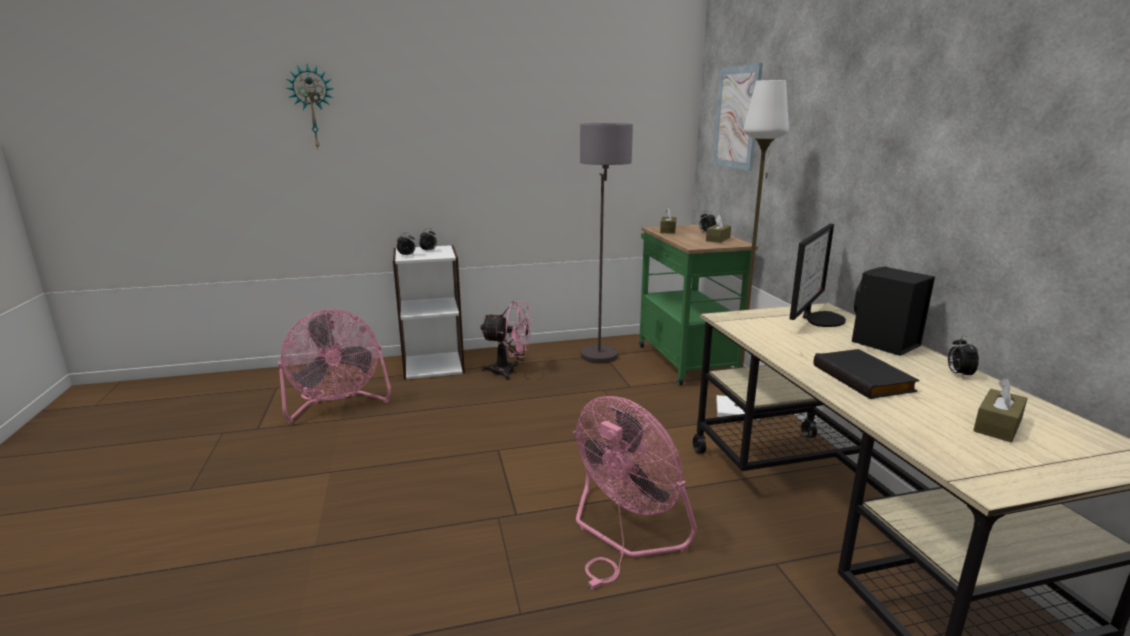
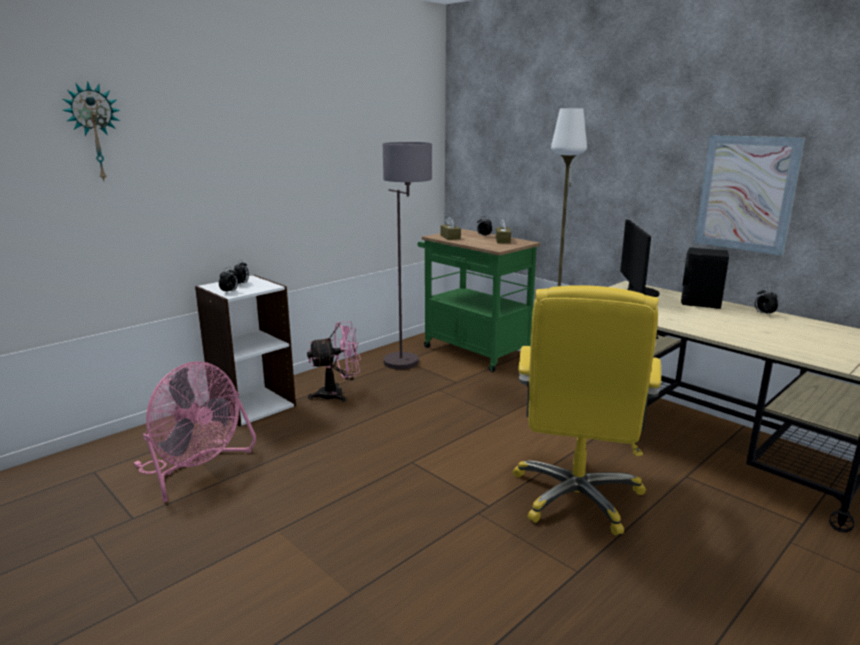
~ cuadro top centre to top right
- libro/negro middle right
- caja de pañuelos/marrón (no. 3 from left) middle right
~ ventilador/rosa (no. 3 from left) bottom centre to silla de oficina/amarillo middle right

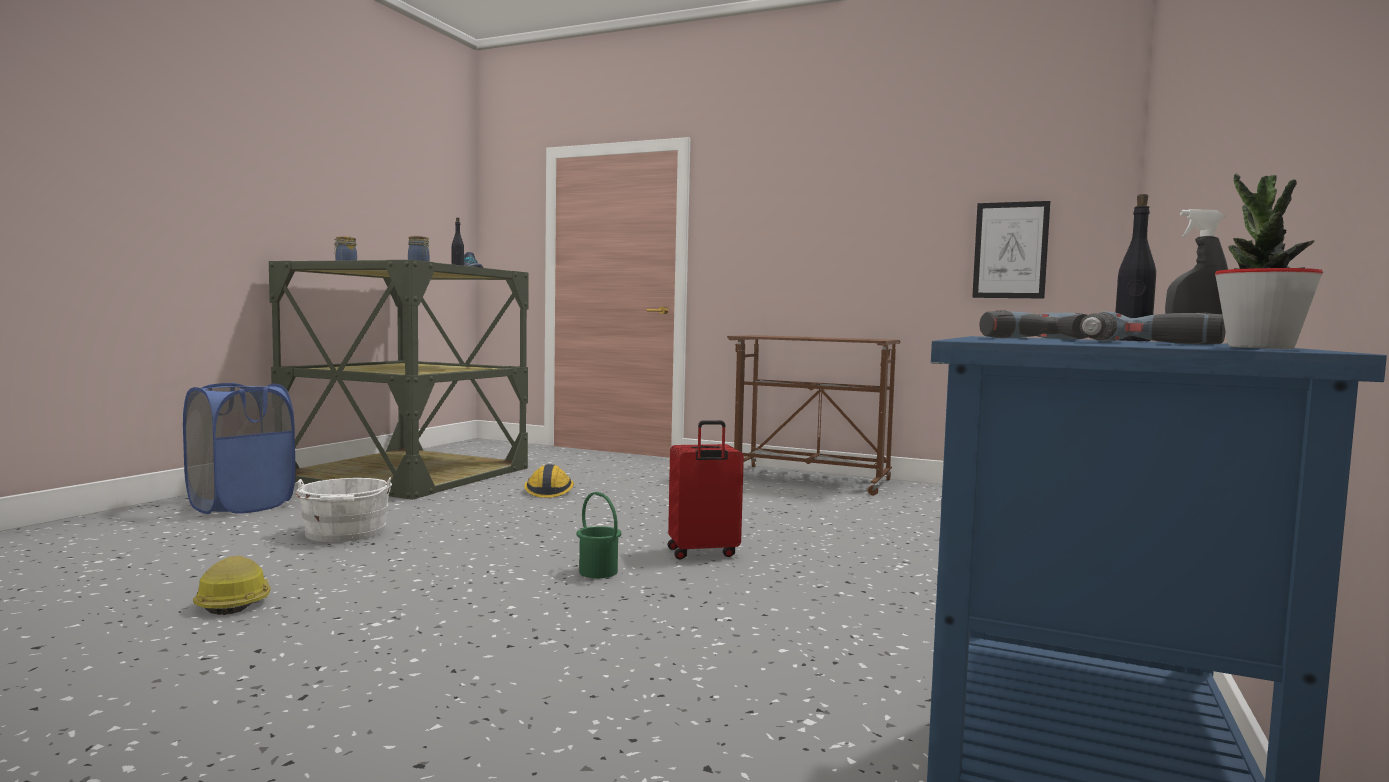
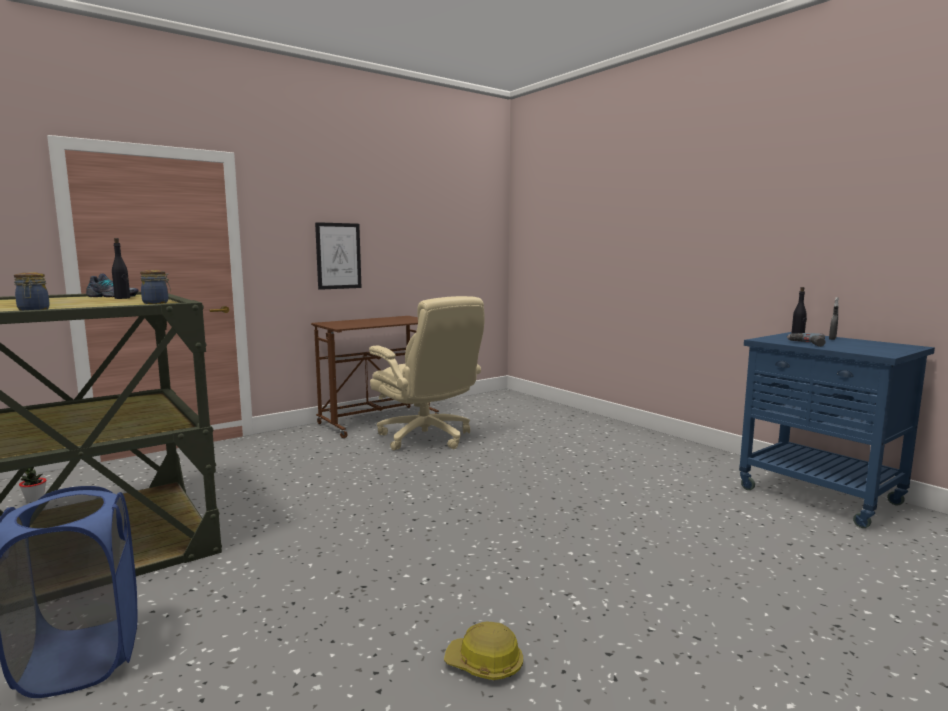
~ planta en maceta middle right to bottom left
~ cuadro top right to centre
- taladro (no. 2 from left) middle right
- maleta/rojo centre
- casco (no. 2 from left) centre
- cubo/blanco middle left
- cubo/verde bottom centre
+ silla de oficina/beis centre

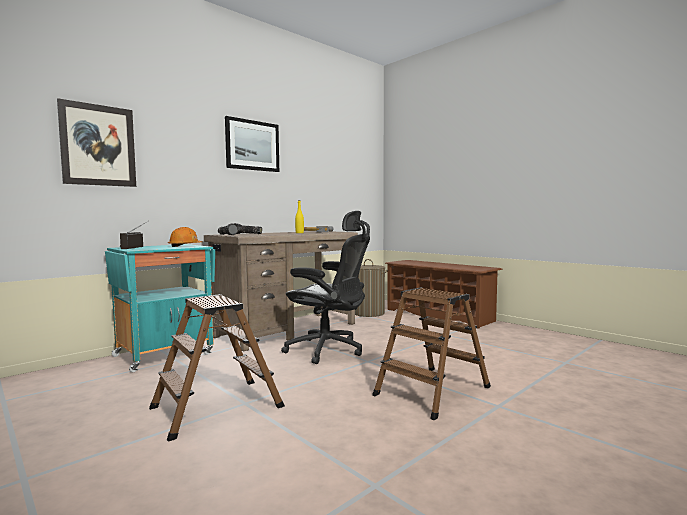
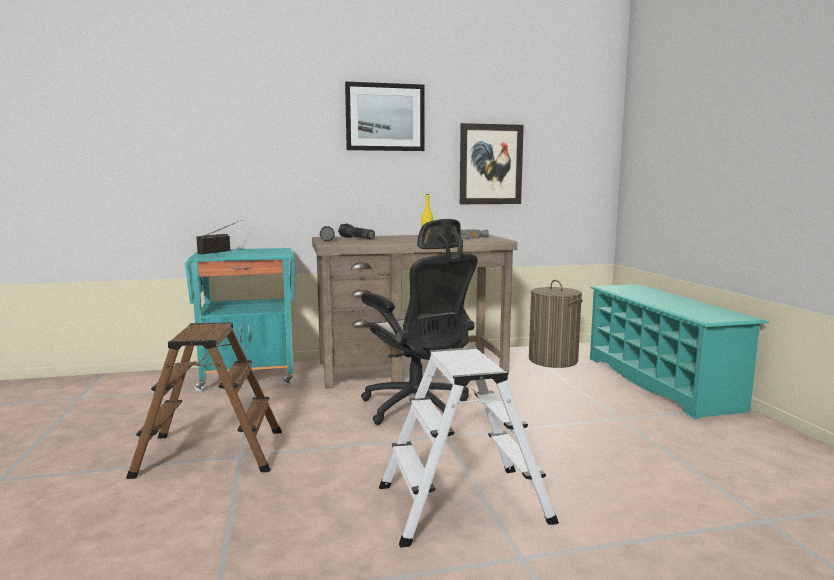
~ cuadro (no. 1 from left in the first image) top left to cuadro (no. 2 from left) top centre
- casco/naranja middle left
~ zapatero/marrón centre to zapatero/turquesa middle right
~ escalera de tijera/marrón (no. 2 from left) bottom centre to escalera de tijera/blanco bottom centre

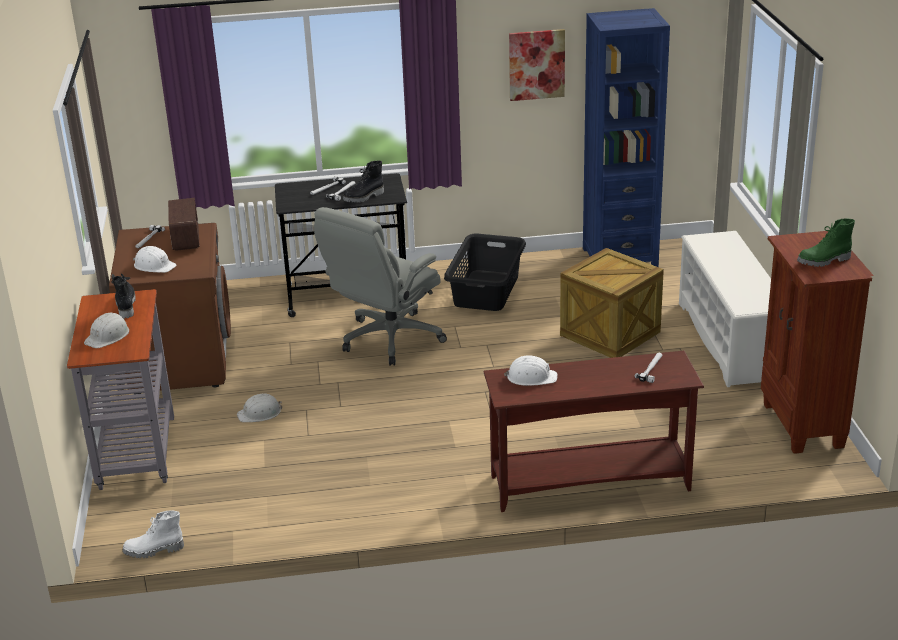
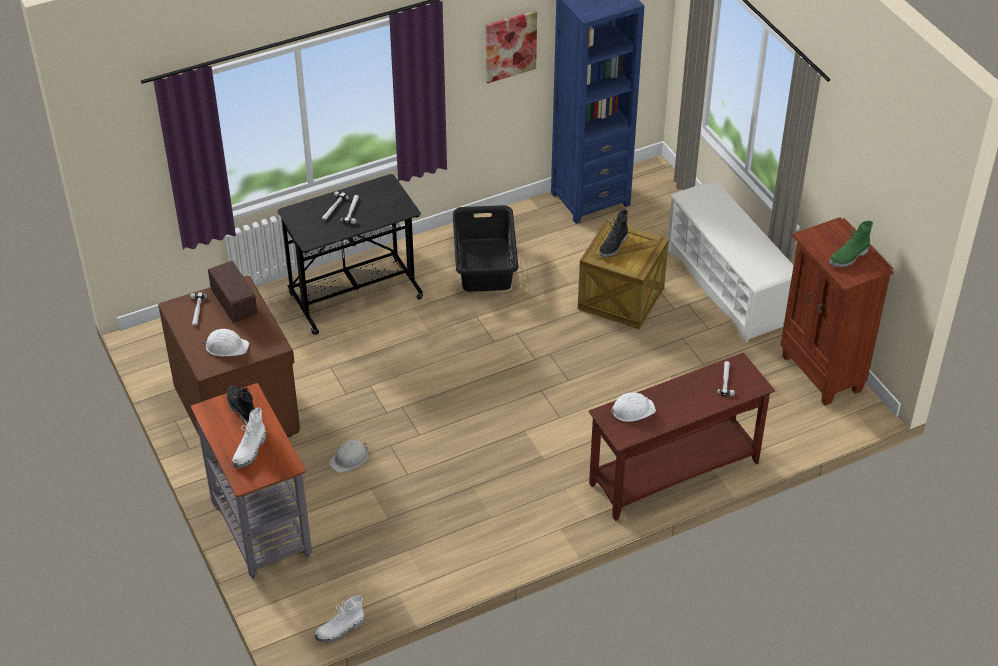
~ bota/negro (no. 2 from left) top centre to centre
- silla de oficina/gris centre
~ casco/blanco (no. 1 from left) middle left to bota/blanco (no. 1 from left) middle left

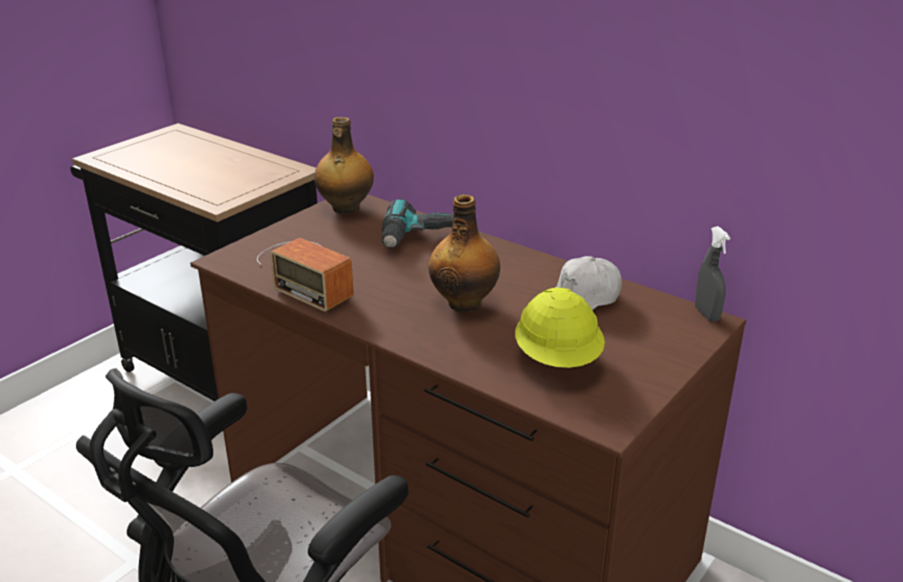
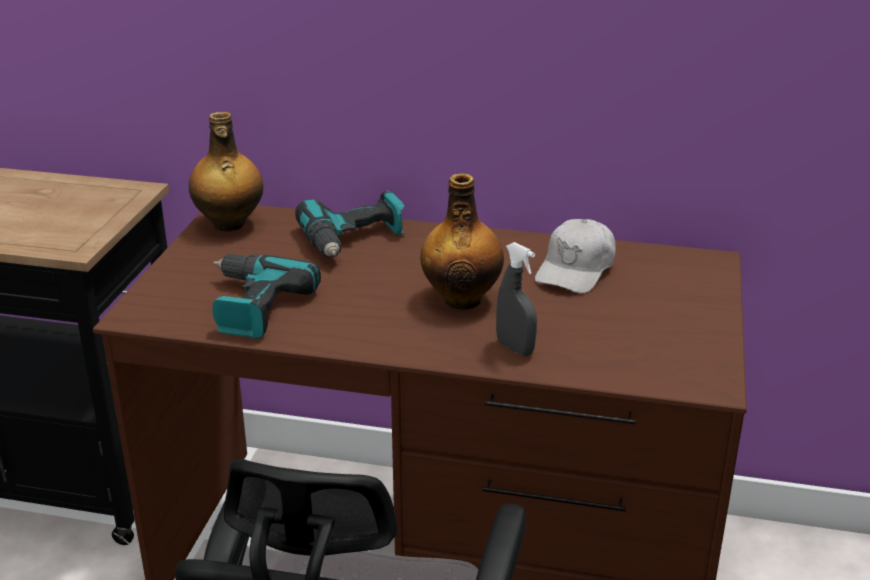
~ pulverizador/gris middle right to centre
~ radio centre to taladro (no. 1 from left) middle left
- casco/amarillo centre

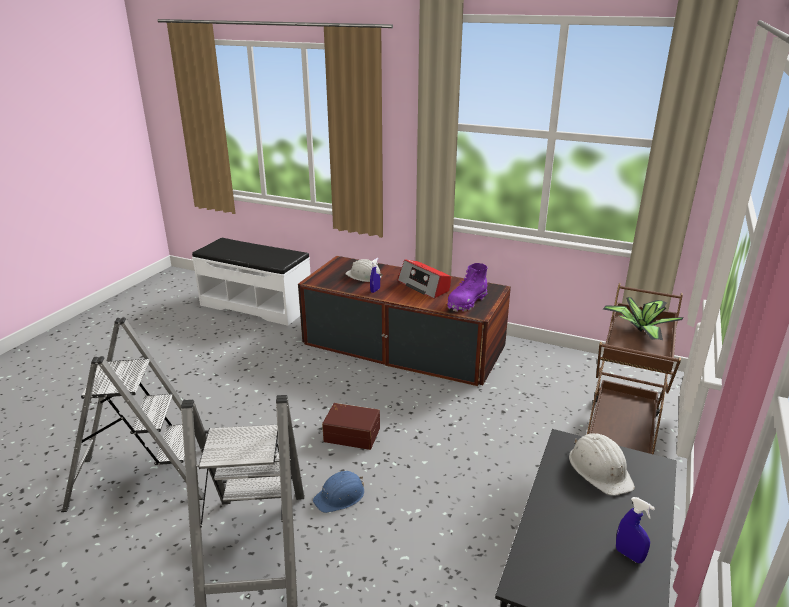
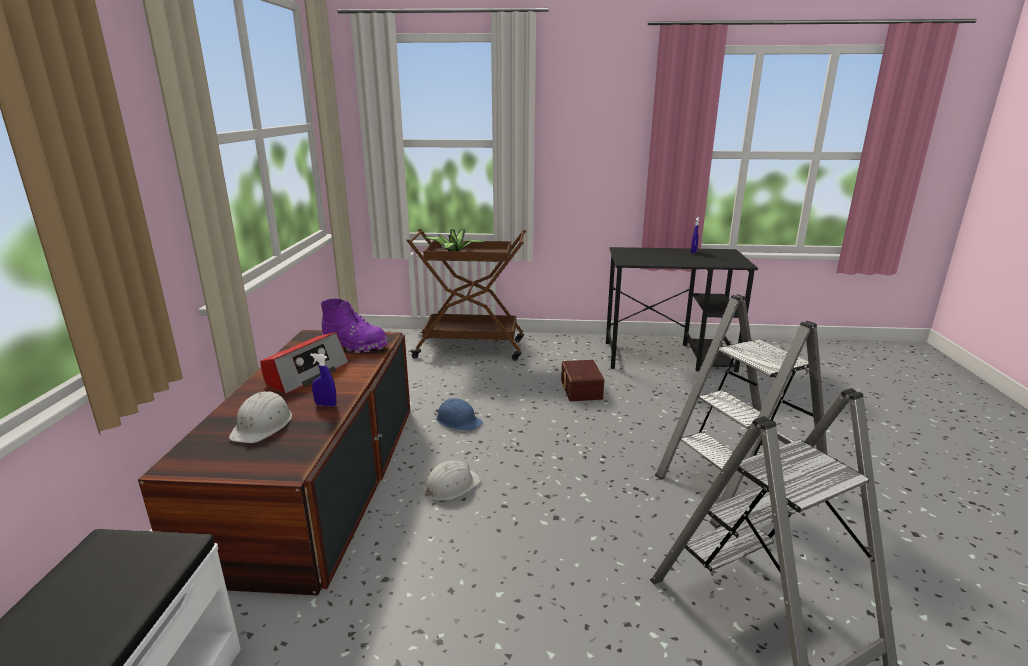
~ caja de almacenaje/marrón bottom centre to centre
~ casco/blanco (no. 2 from left) bottom right to bottom centre
~ casco/azul bottom centre to centre

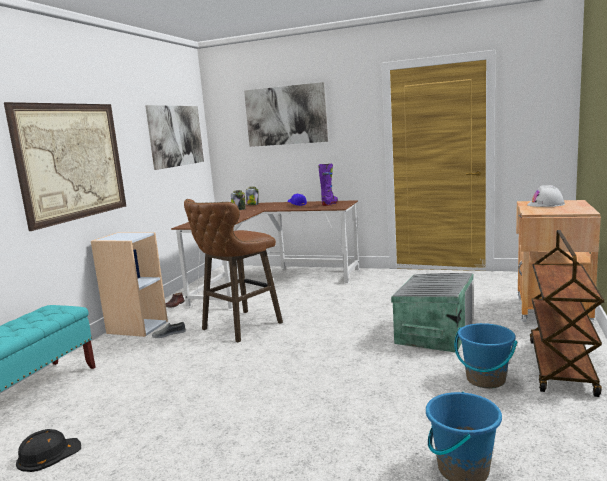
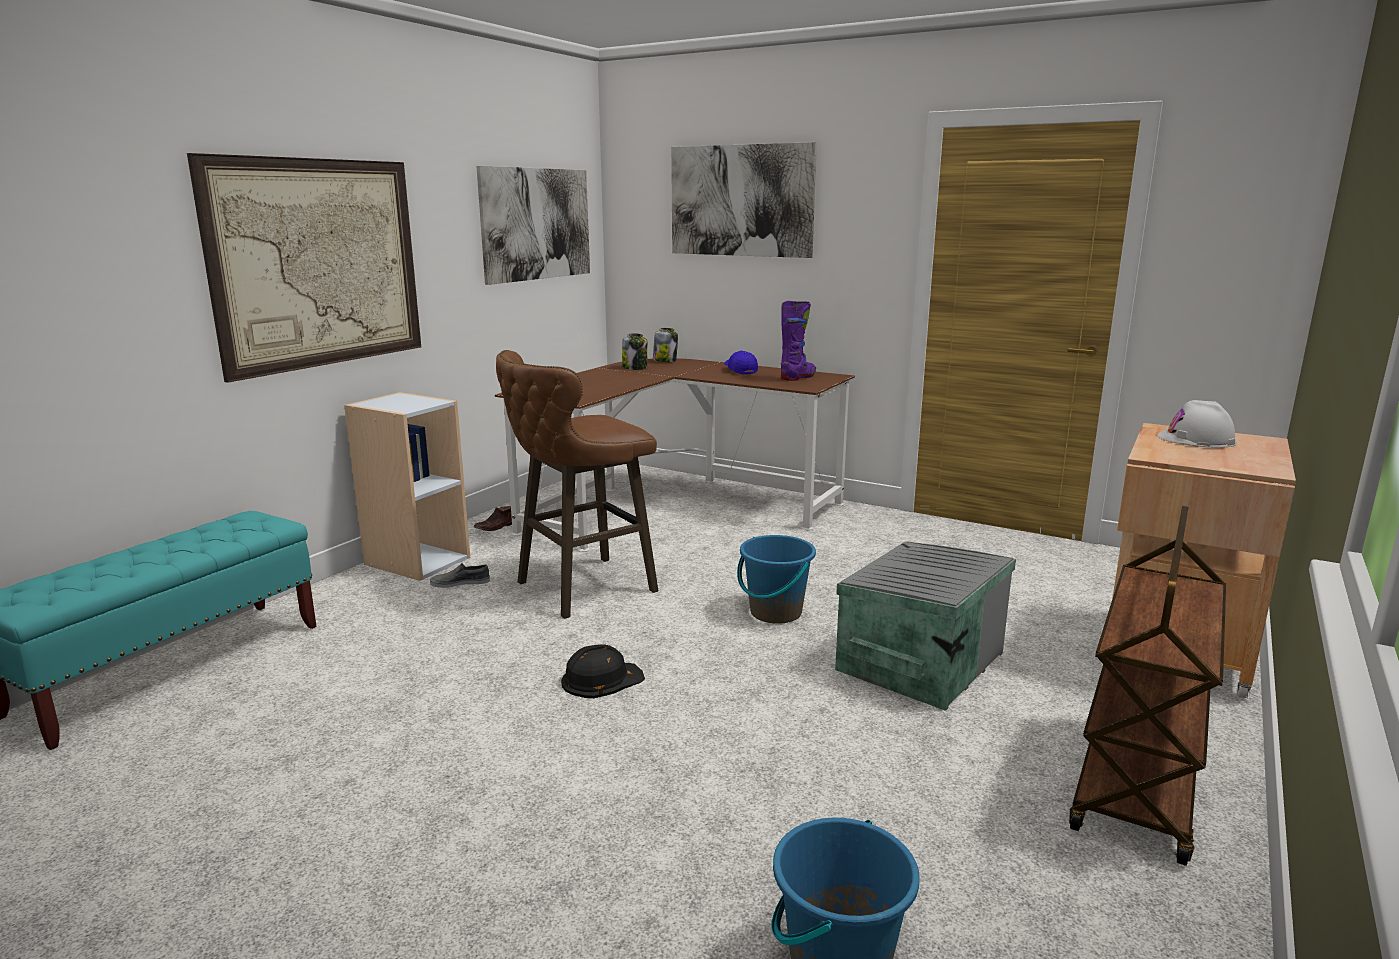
~ cubo/azul (no. 2 from left in the first image) bottom right to cubo/azul (no. 1 from left) centre
~ casco/negro bottom left to bottom centre

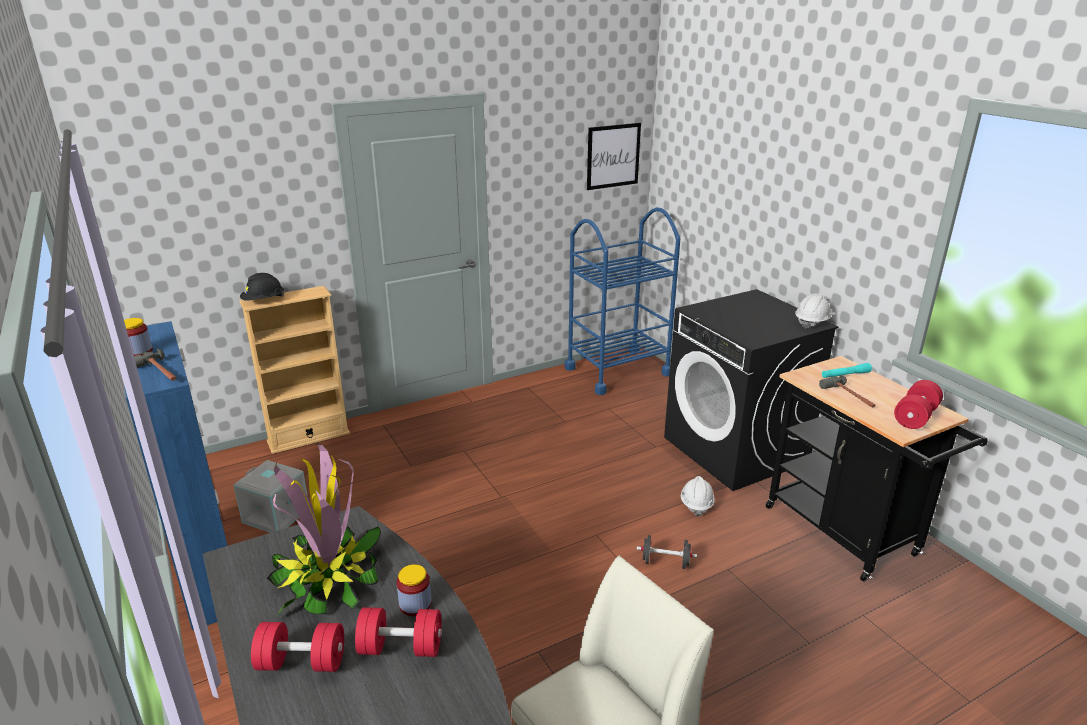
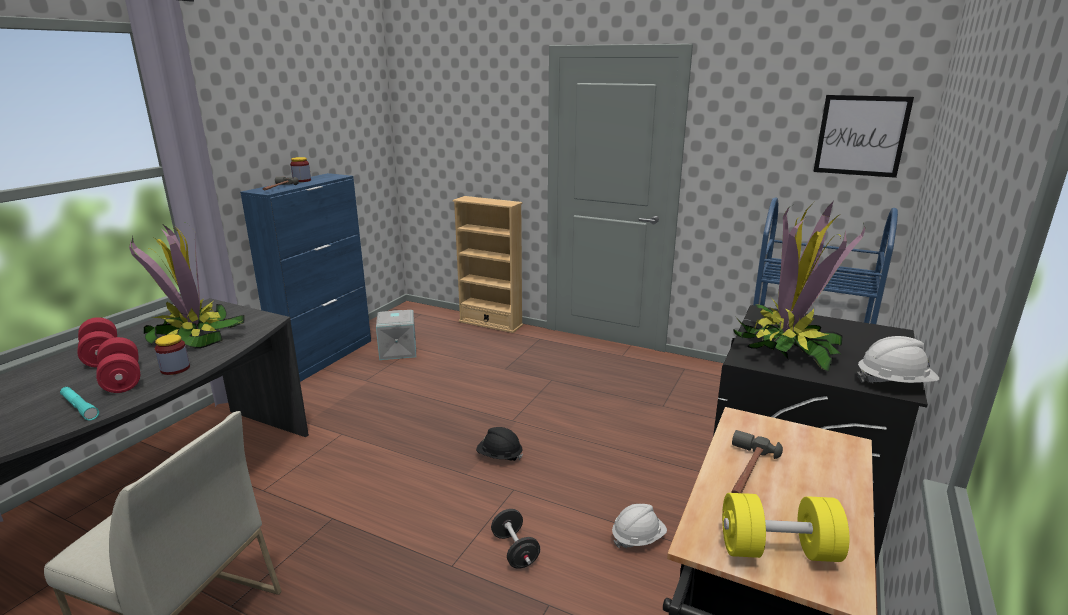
~ casco/negro middle left to bottom centre
~ linterna/turquesa middle right to middle left
~ mancuerna/rojo (no. 3 from left) middle right to mancuerna/amarillo bottom right
+ planta en maceta (no. 2 from left) middle right

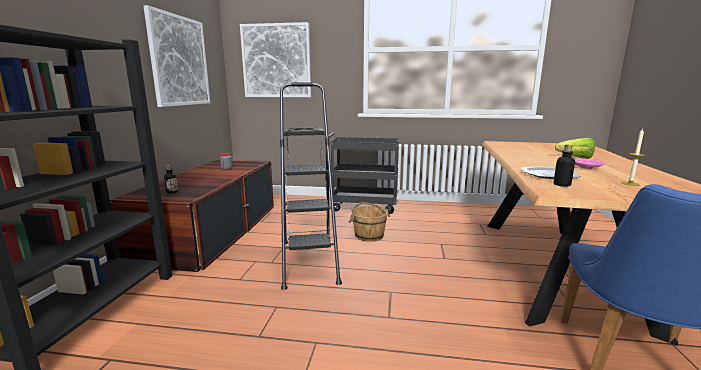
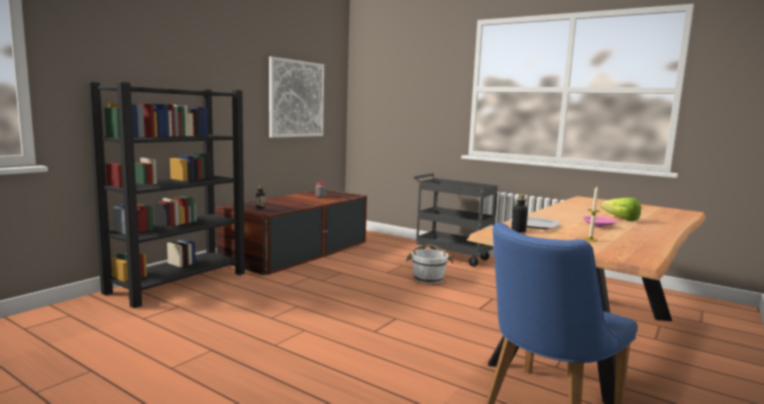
- cuadro (no. 2 from left) top centre
- escalera de tijera centre
~ cubo/marrón centre to cubo/blanco centre

